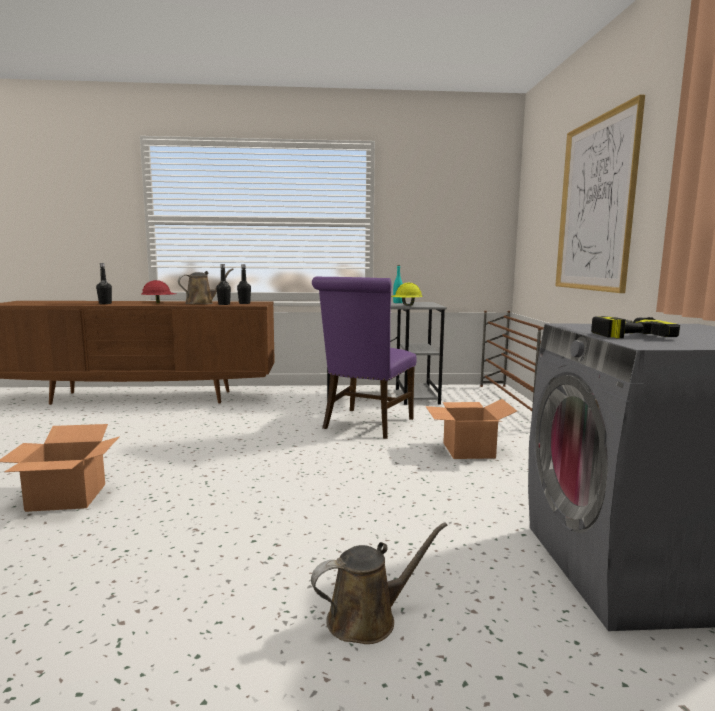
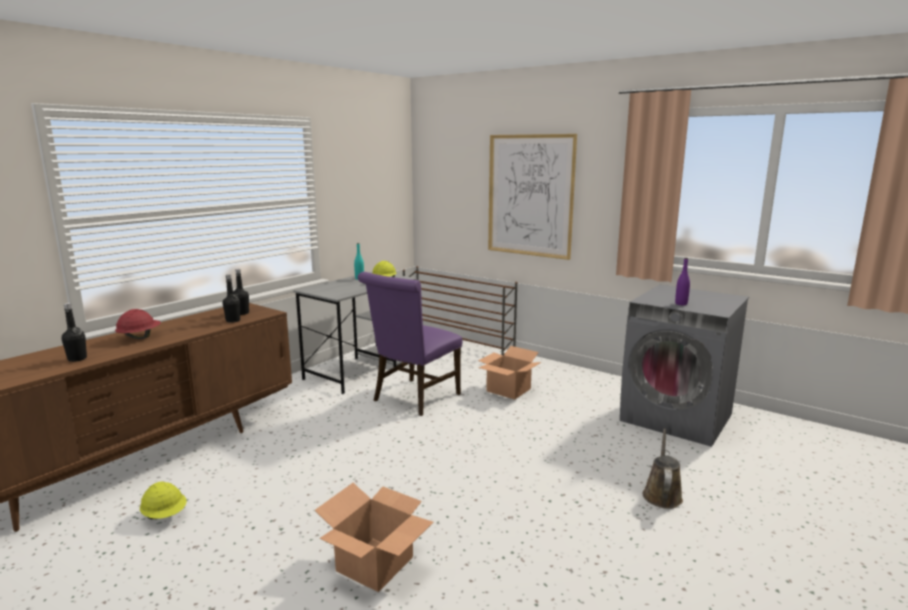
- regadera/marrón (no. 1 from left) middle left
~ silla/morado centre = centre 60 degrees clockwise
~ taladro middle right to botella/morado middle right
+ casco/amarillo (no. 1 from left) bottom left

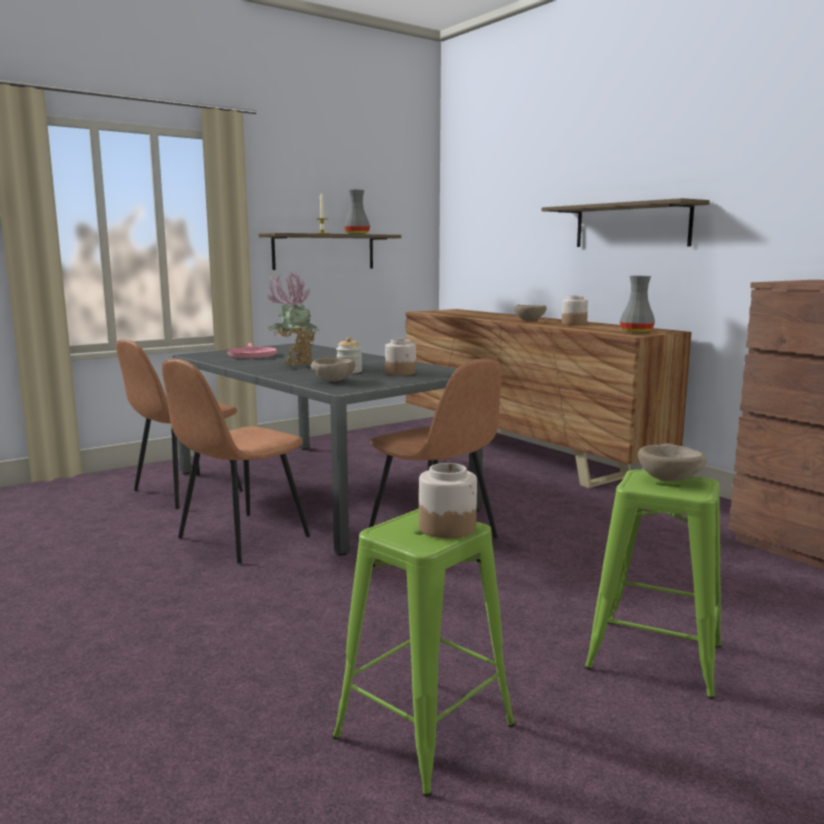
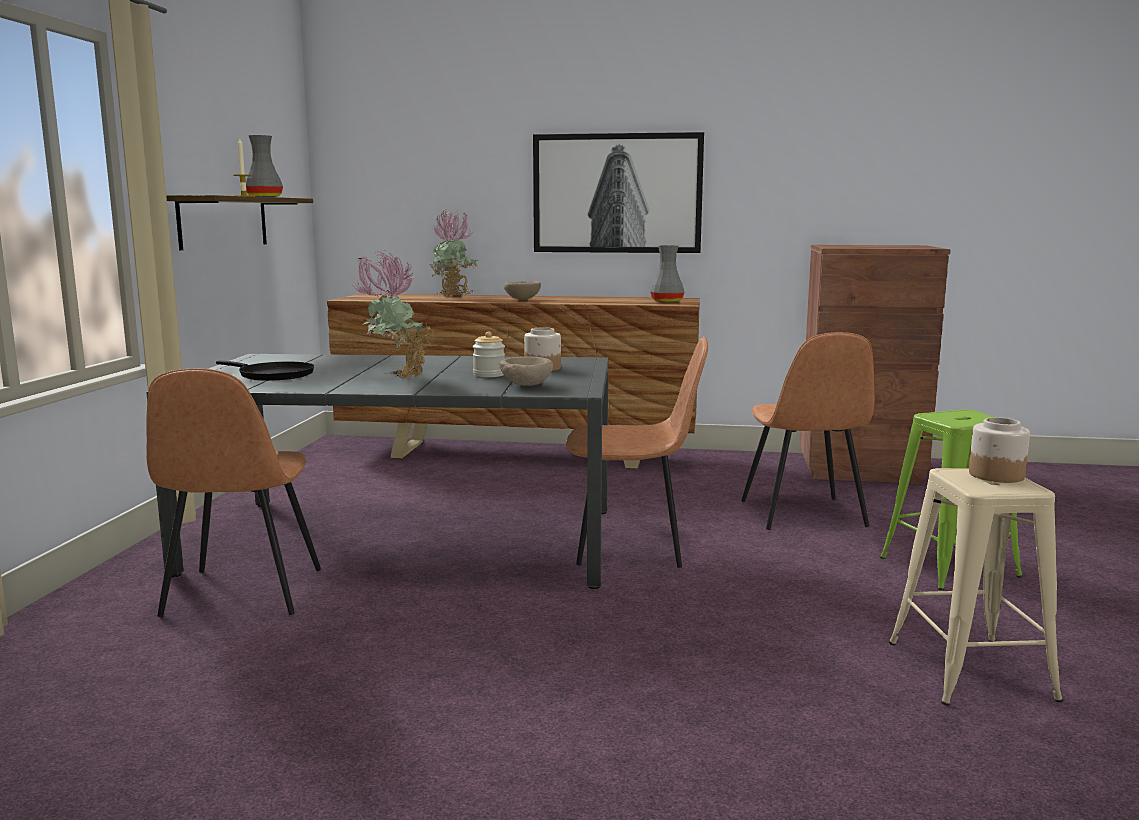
~ estante (no. 2 from left) top right to cuadro top centre
- tarro (no. 4 from left) middle right
~ sartén/rosa middle left to sartén/negro middle left
~ silla/marrón (no. 2 from left in the first image) middle left to silla/marrón (no. 3 from left) middle right
- cuenco/beis (no. 3 from left) middle right
~ taburete/verde (no. 1 from left) bottom centre to taburete/beis bottom right
+ planta en maceta (no. 2 from left) top centre

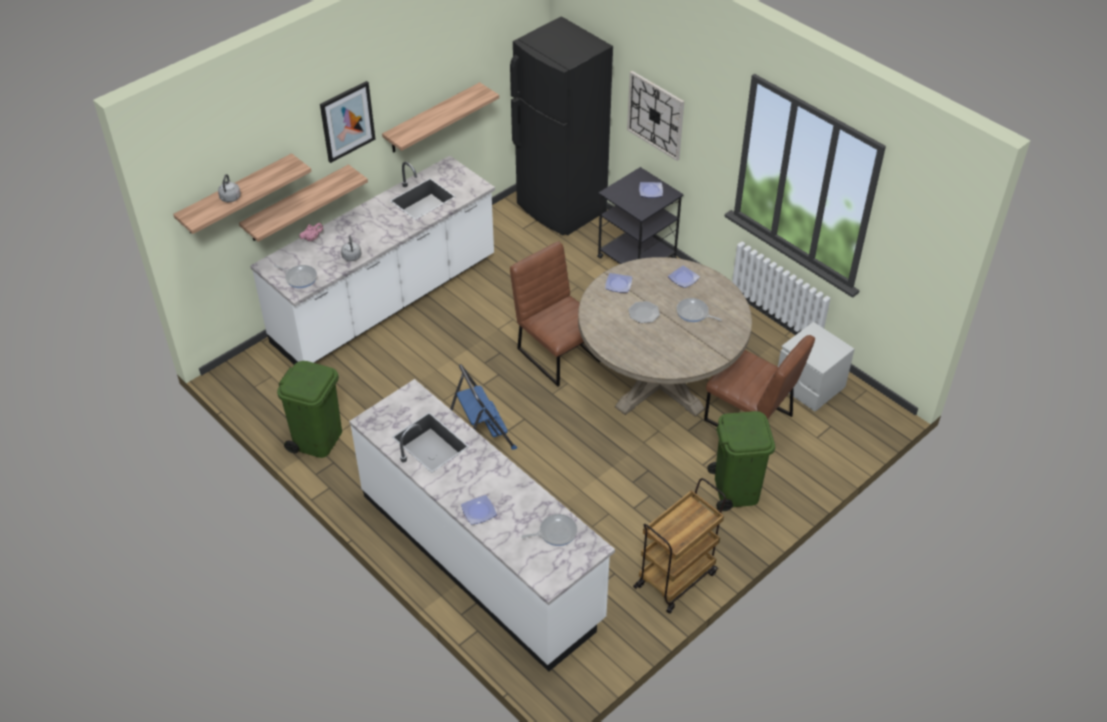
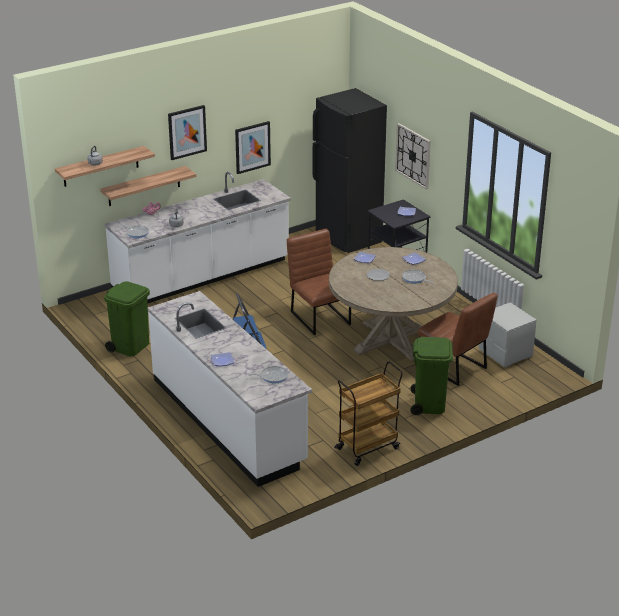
~ estante (no. 3 from left) top centre to cuadro (no. 2 from left) top centre

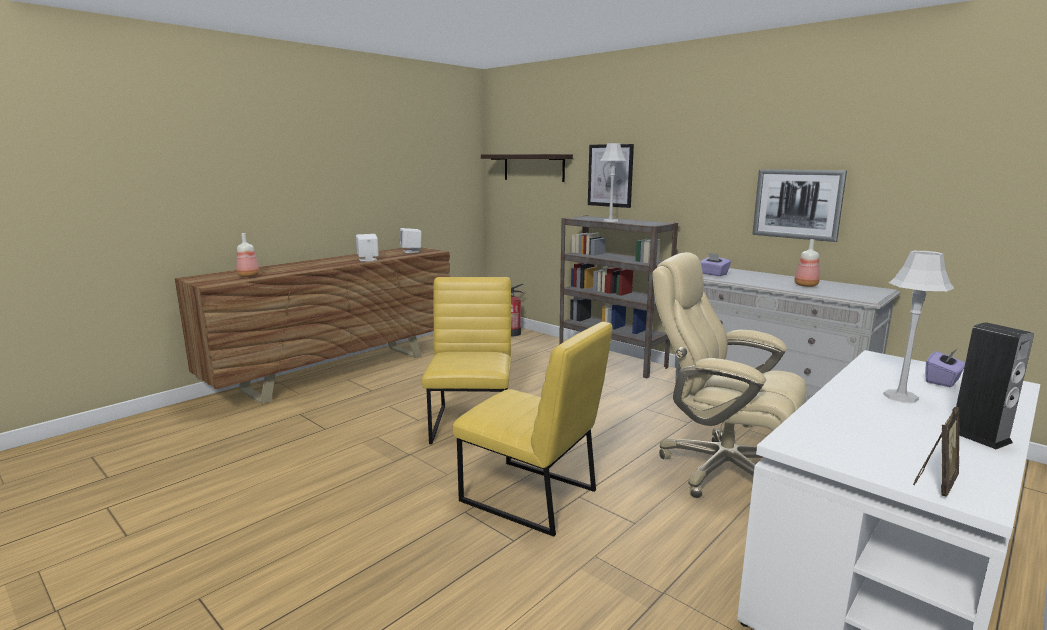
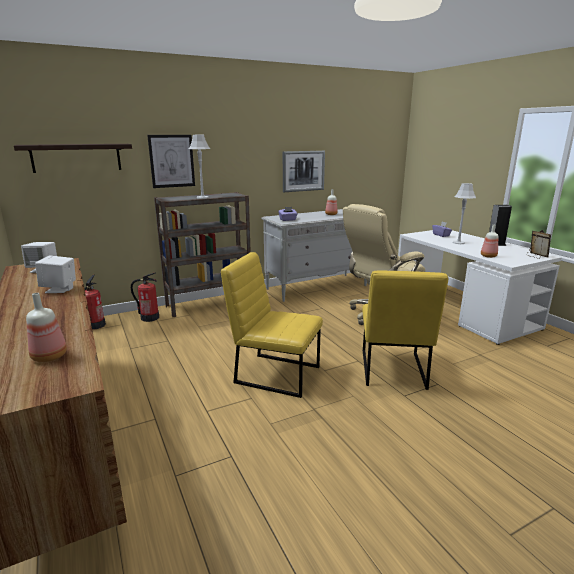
~ silla/amarillo (no. 2 from left) bottom centre = middle right 135 degrees clockwise
+ botella (no. 3 from left) middle right
+ extintor (no. 2 from left) middle left

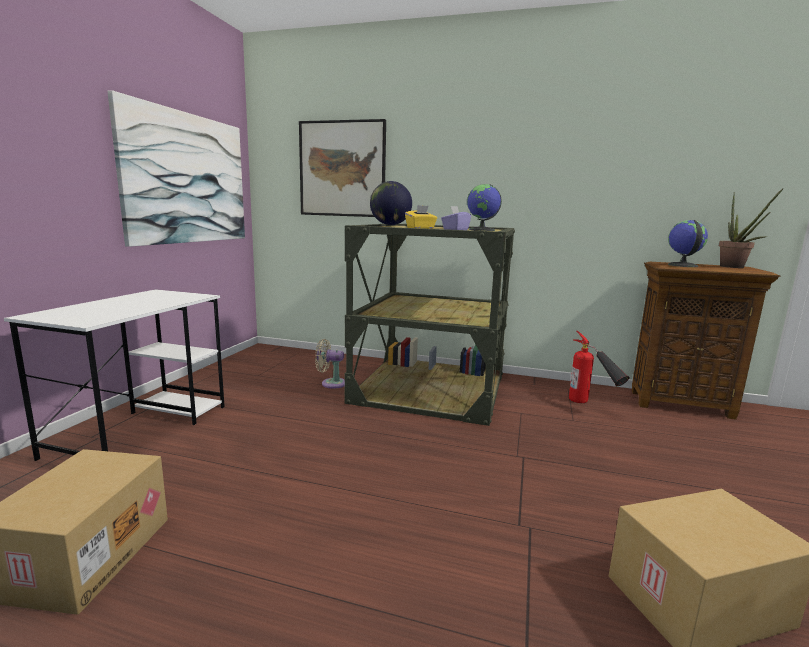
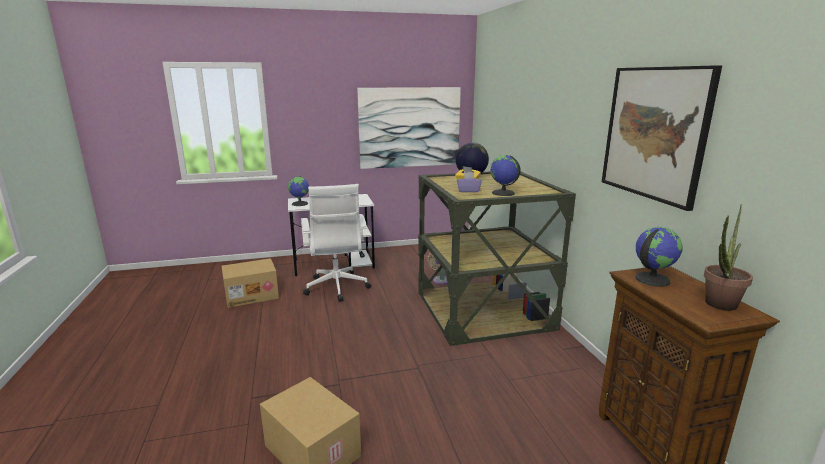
~ cuadro (no. 2 from left) top centre to top right
- extintor middle right
+ globo terráqueo (no. 1 from left) centre
+ silla de oficina/blanco centre

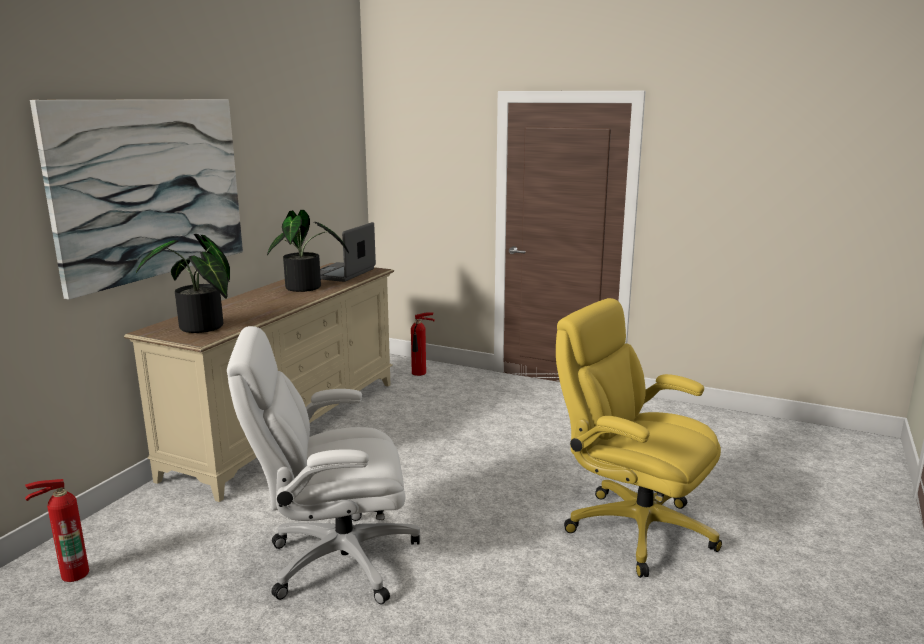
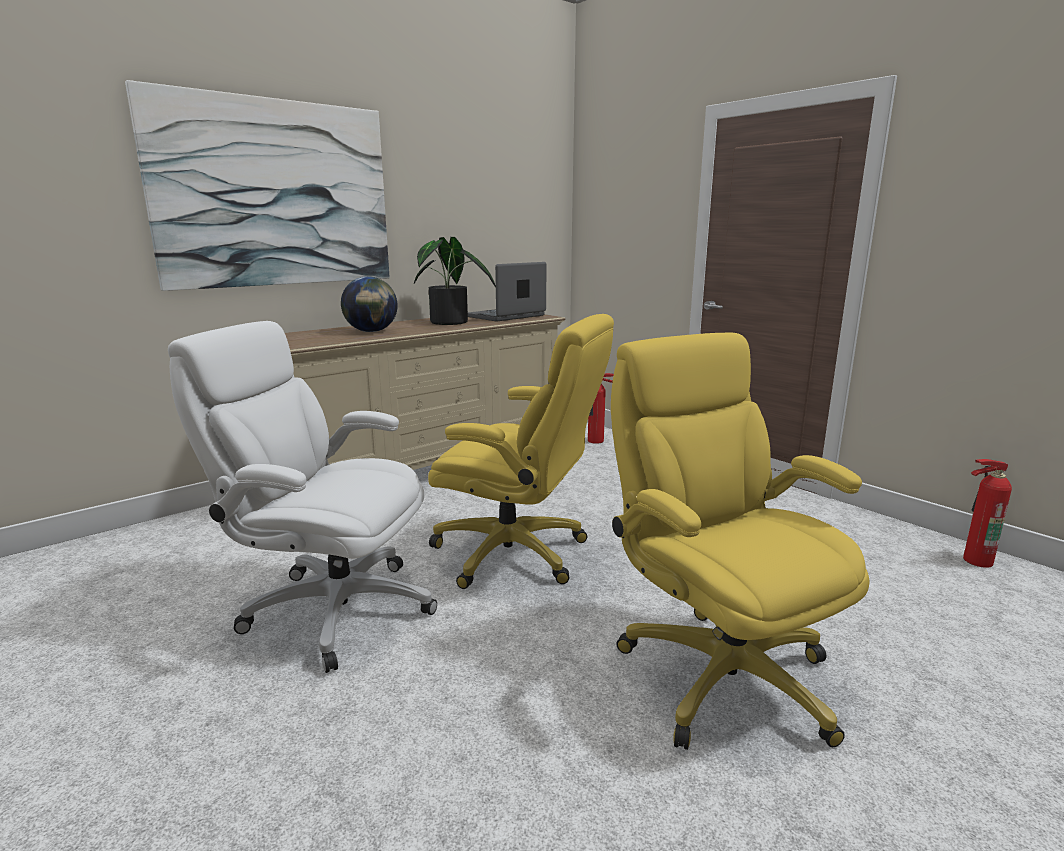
- planta en maceta (no. 1 from left) middle left
~ extintor (no. 1 from left in the first image) bottom left to extintor (no. 2 from left) middle right
+ globo terráqueo centre
+ silla de oficina/amarillo (no. 1 from left) centre

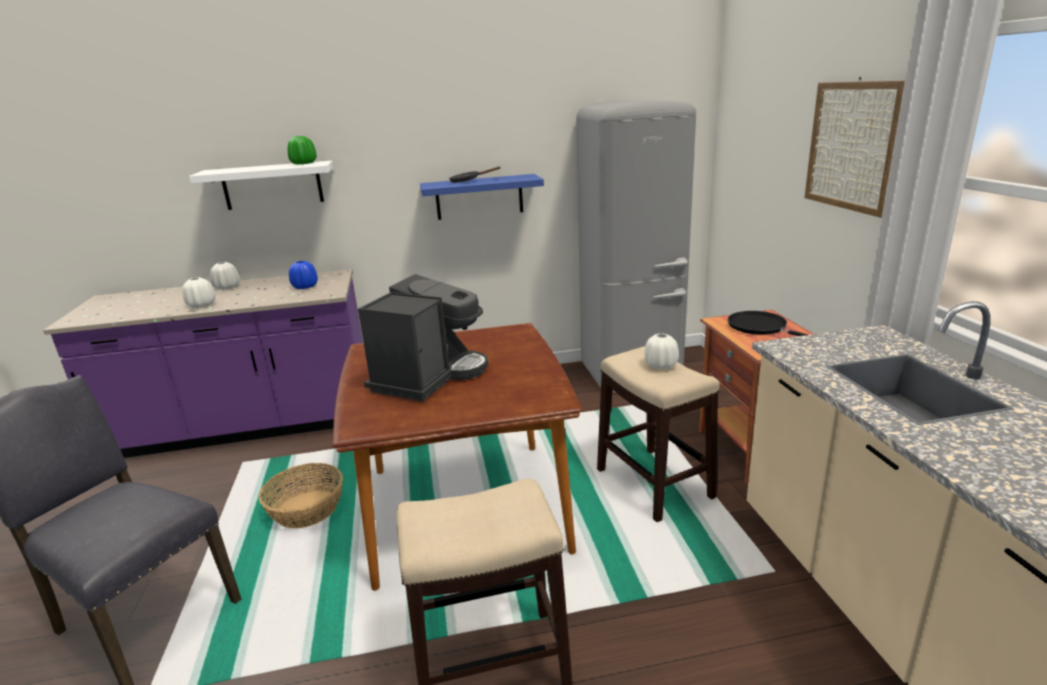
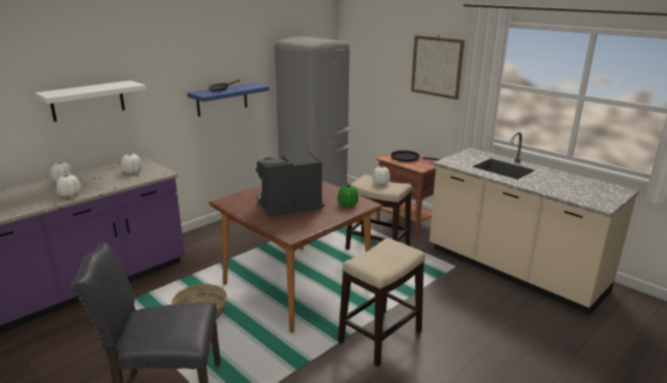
~ florero/verde top left to centre
~ florero/azul middle left to florero/blanco (no. 3 from left) middle left
~ cafetera centre = centre 105 degrees counterclockwise

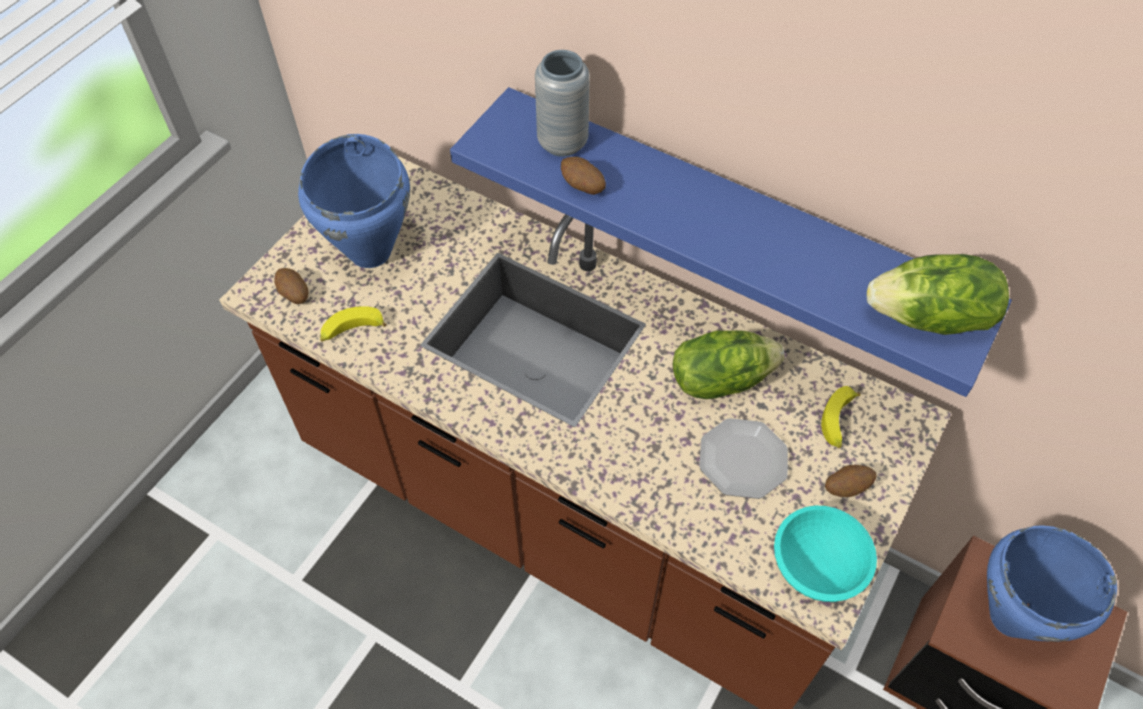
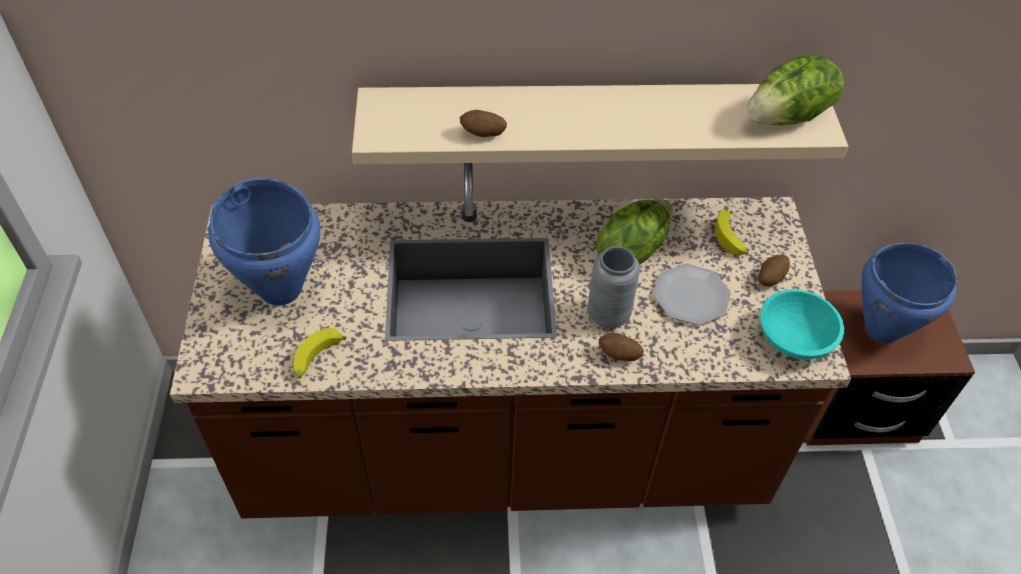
~ florero/gris top centre to centre
~ estante/azul centre to estante/beis top centre
~ patata (no. 1 from left in the first image) middle left to patata (no. 2 from left) centre

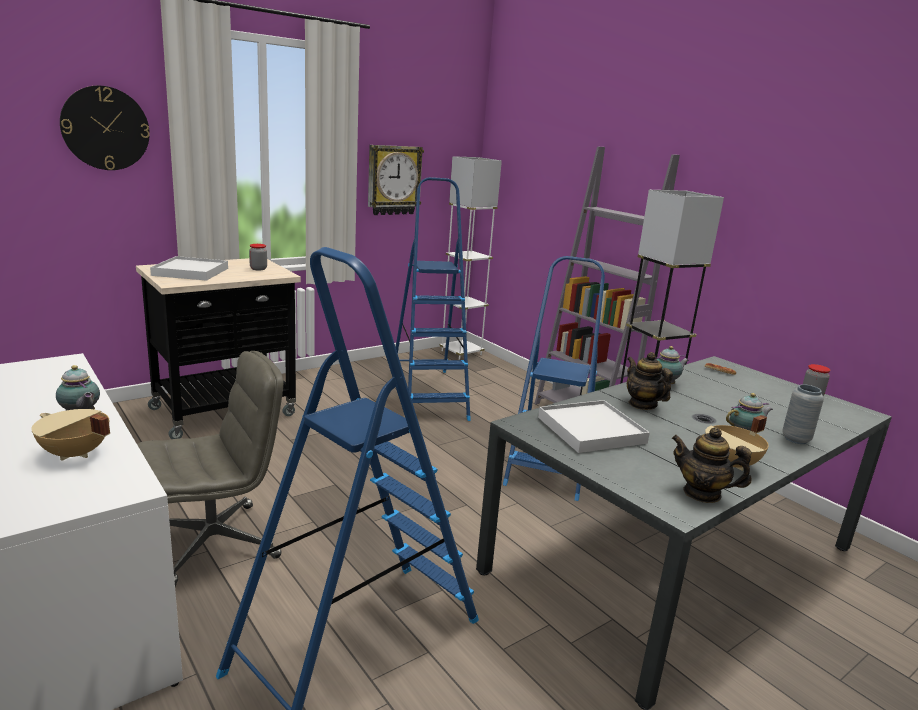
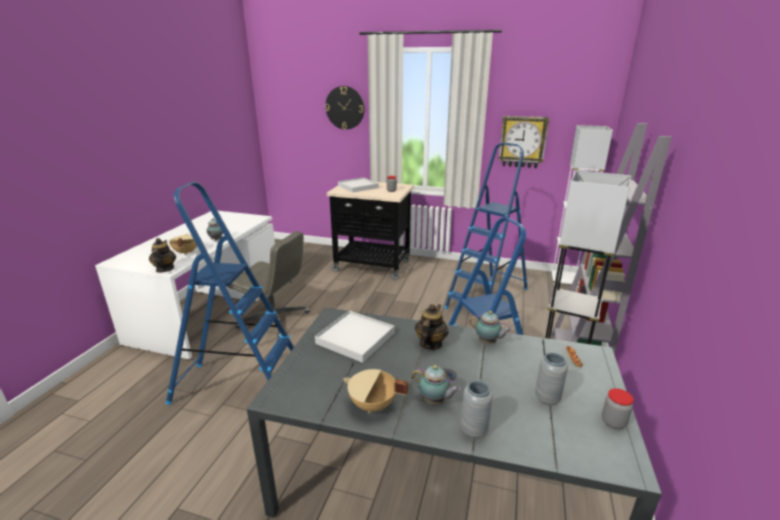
~ tetera (no. 4 from left in the first image) middle right to tetera (no. 1 from left) middle left
+ florero/gris (no. 2 from left) bottom right

